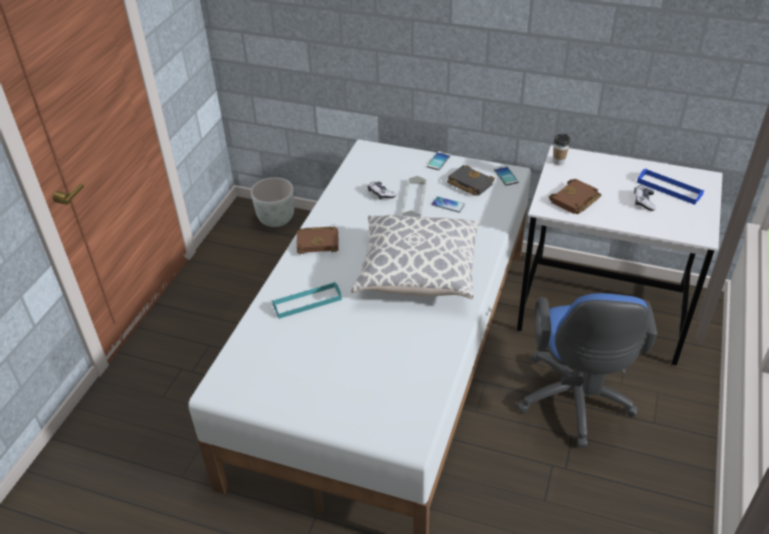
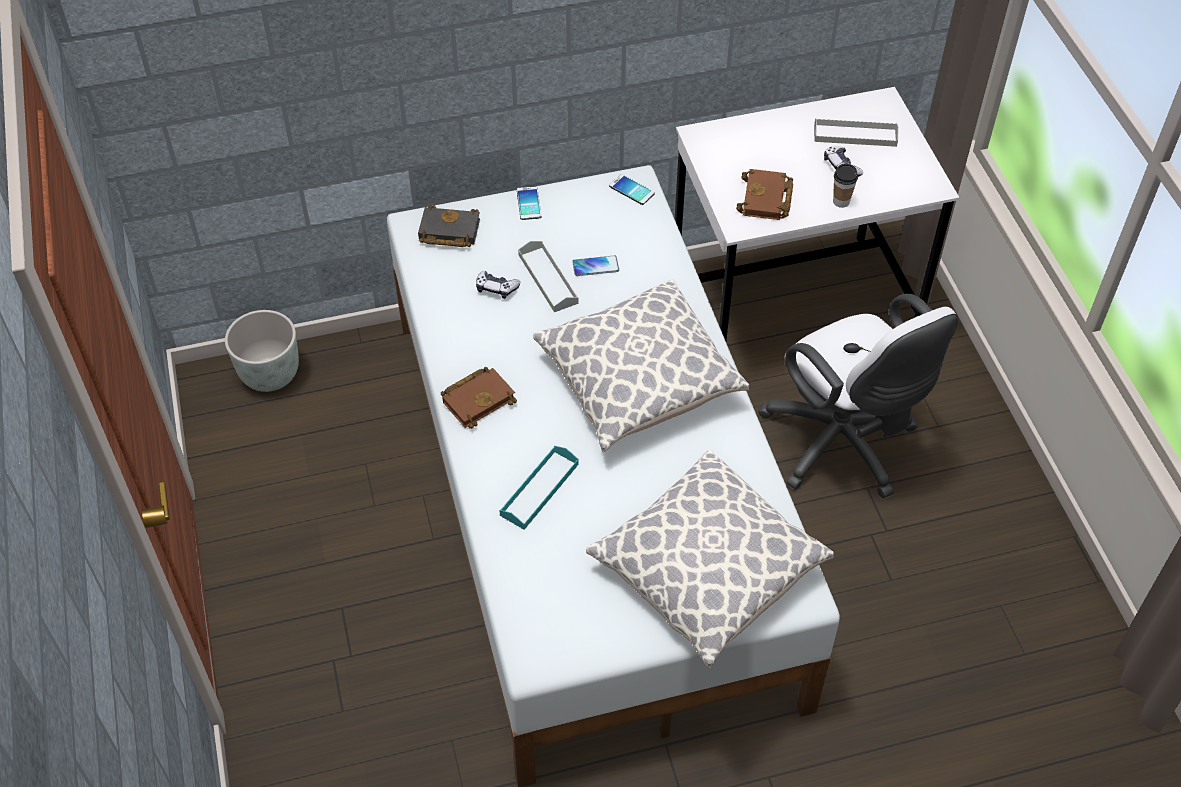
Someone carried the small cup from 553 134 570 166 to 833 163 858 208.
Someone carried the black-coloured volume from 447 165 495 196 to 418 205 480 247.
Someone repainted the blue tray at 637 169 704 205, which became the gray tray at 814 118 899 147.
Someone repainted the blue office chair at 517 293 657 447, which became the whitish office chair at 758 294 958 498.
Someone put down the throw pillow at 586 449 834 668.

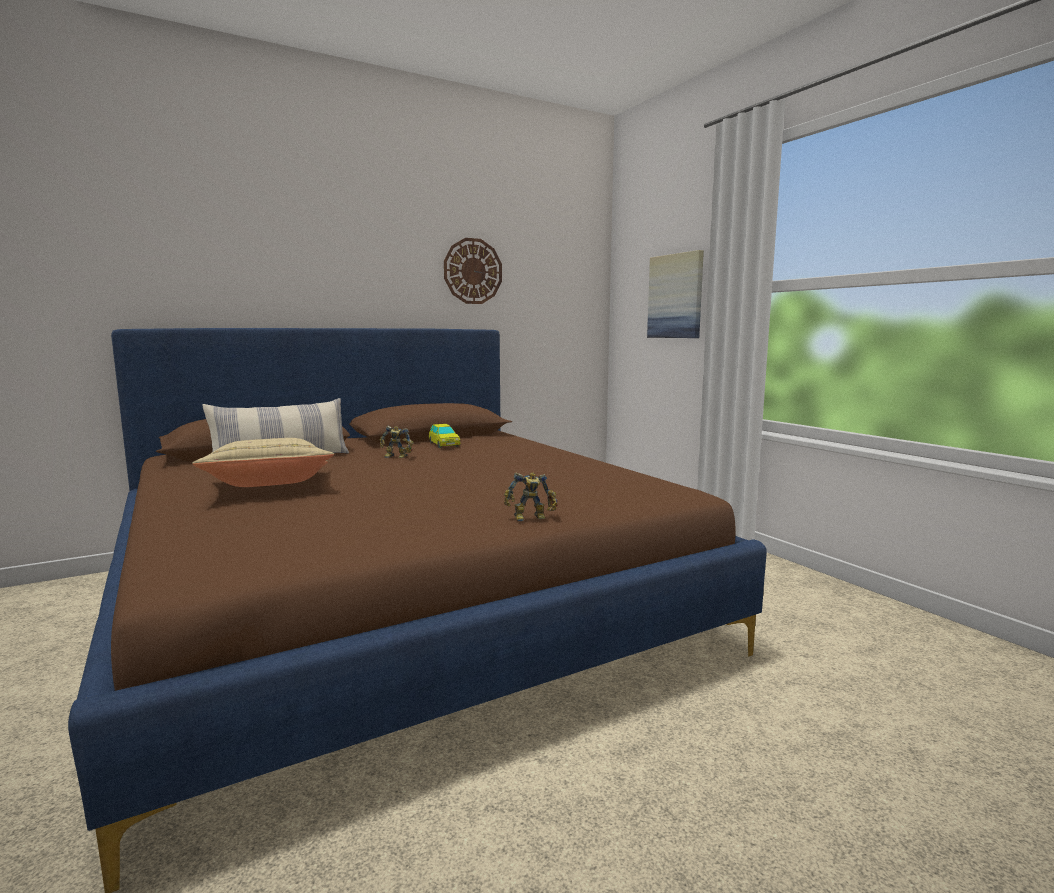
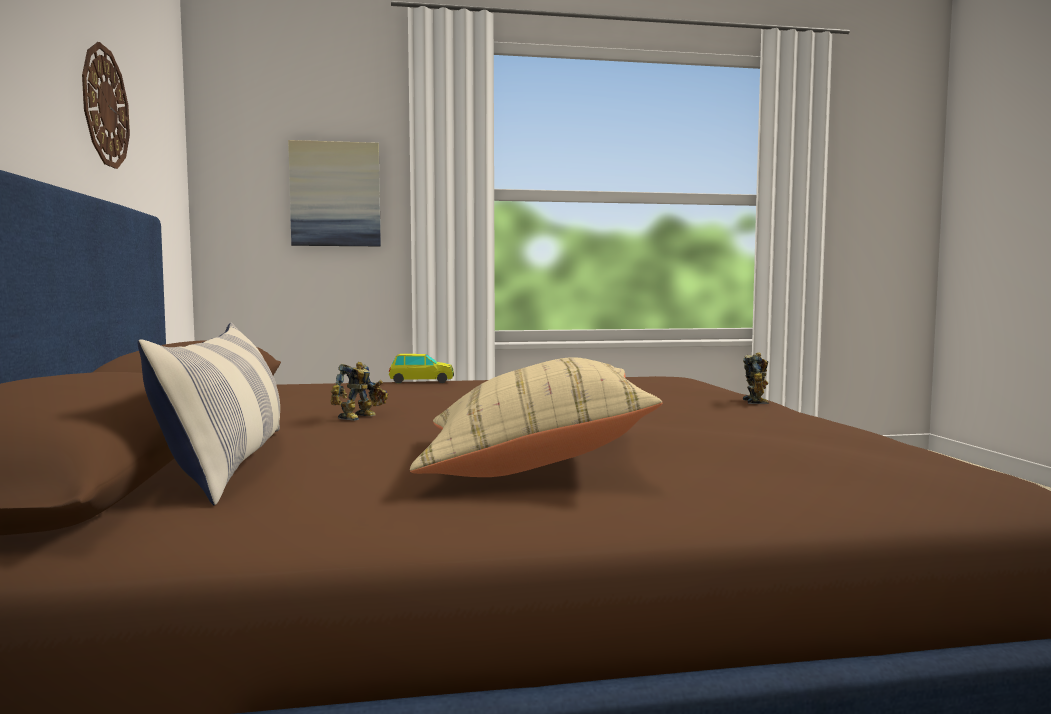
Someone carried the model car from 429 424 460 448 to 389 354 454 384.

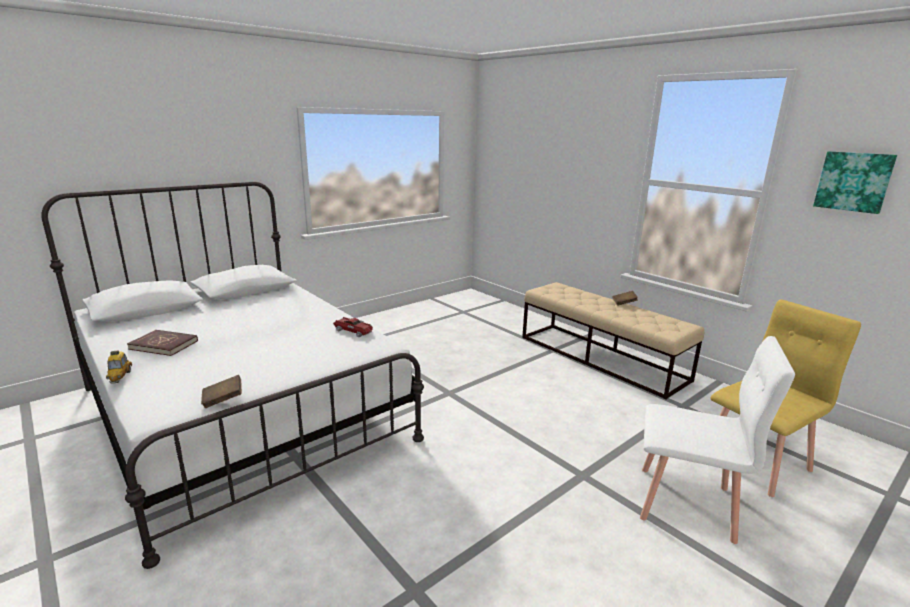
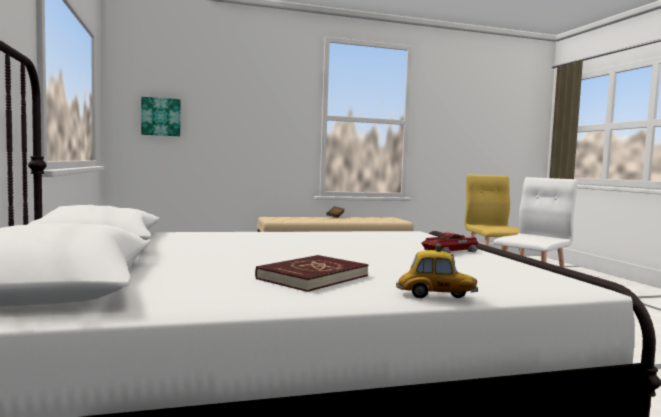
Someone carried the wall art from 813 151 897 214 to 141 97 181 136.
Someone carried the model car from 333 317 373 337 to 421 232 479 253.
Someone took away the brown volume at 201 375 242 408.

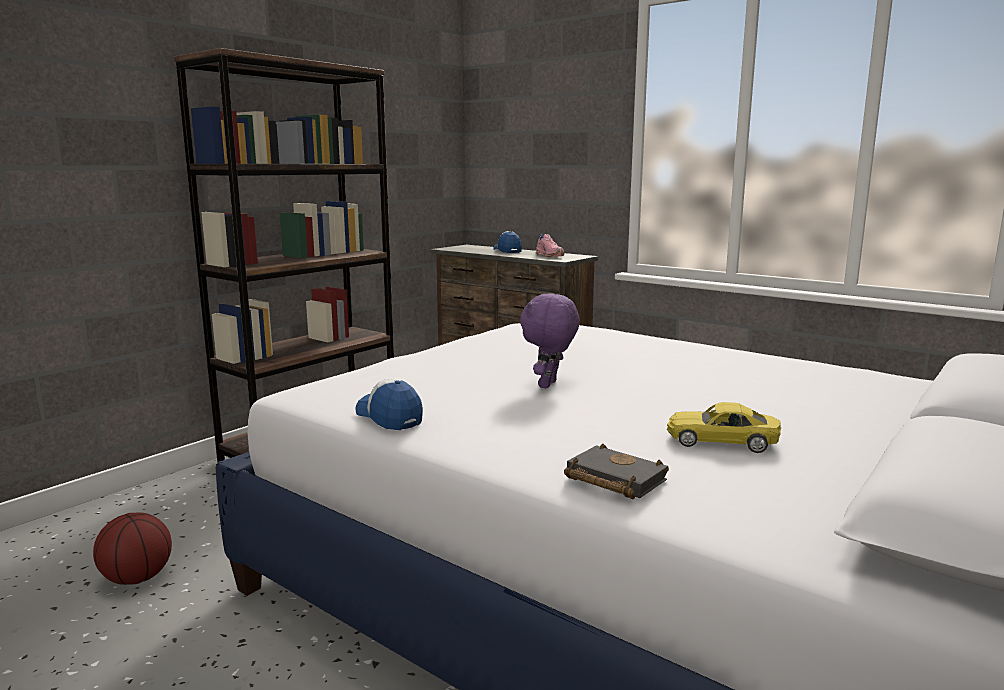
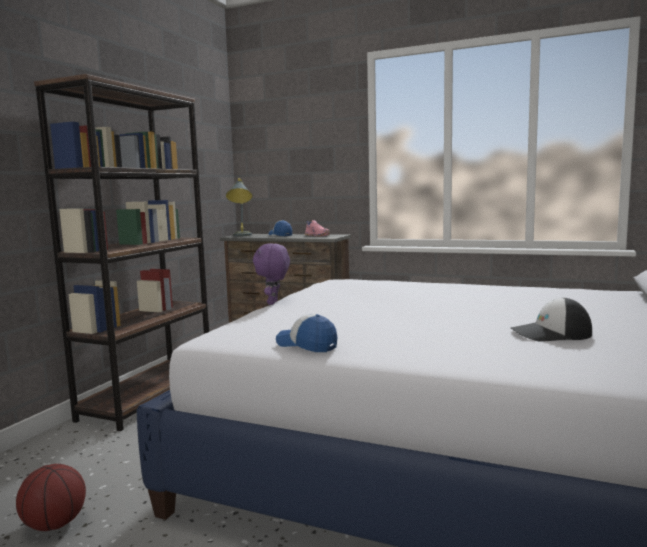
Someone carried the purple soft toy from 520 294 580 388 to 253 243 290 305.
Someone swapped the yellow-coloured model car at 667 402 781 453 for the baseball cap at 511 297 592 342.
Someone took away the black-coloured volume at 564 444 669 499.
Someone put down the gray tabletop lamp at 226 178 252 236.

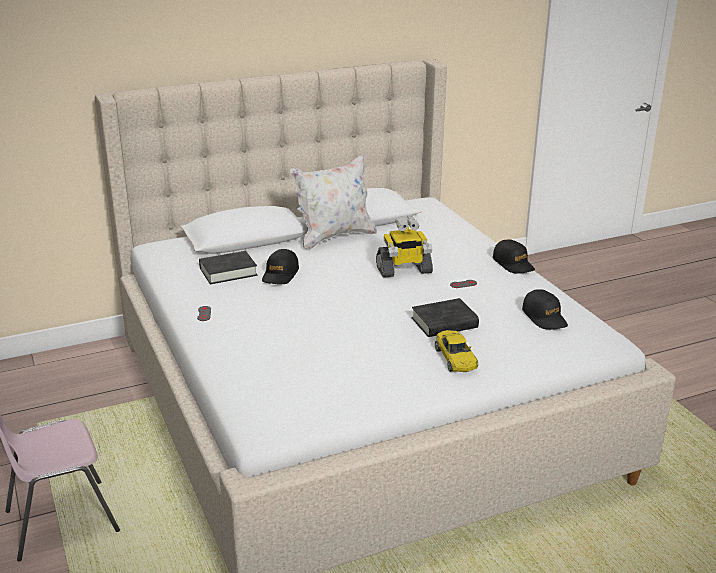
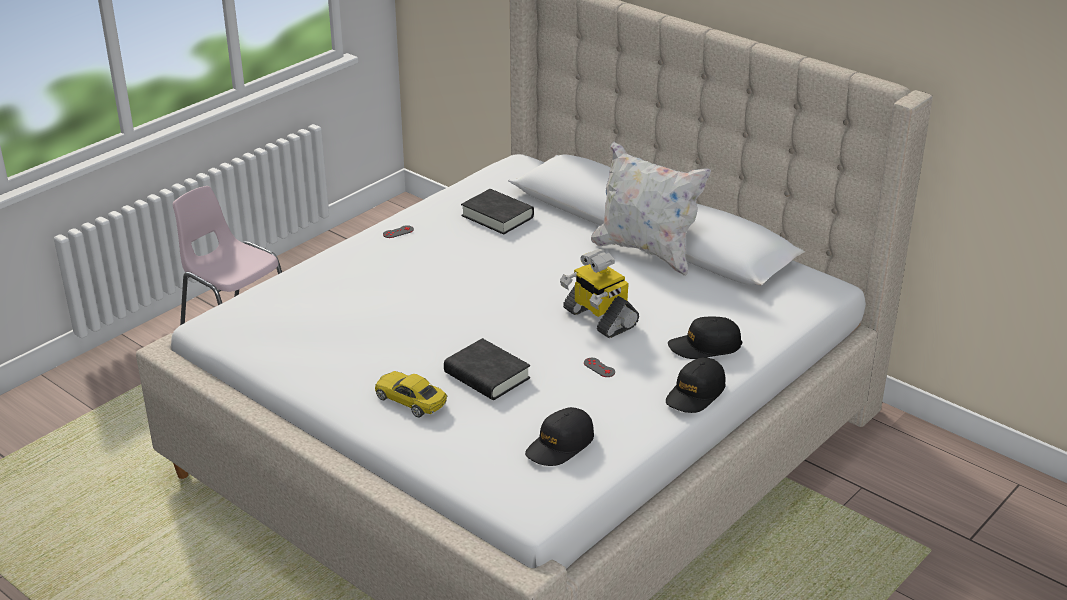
Someone carried the black-coloured baseball cap from 262 249 299 285 to 668 316 742 359.
Someone rotated the yellow-coloured model car at 435 330 478 372 by 75 degrees clockwise.

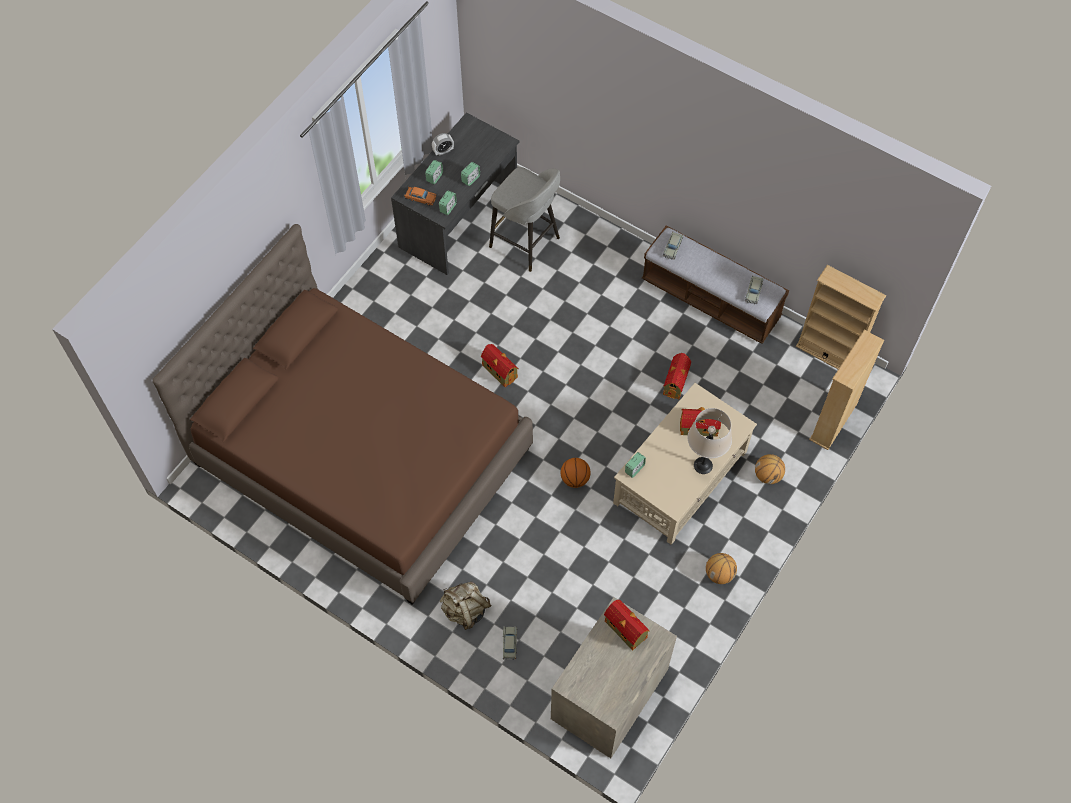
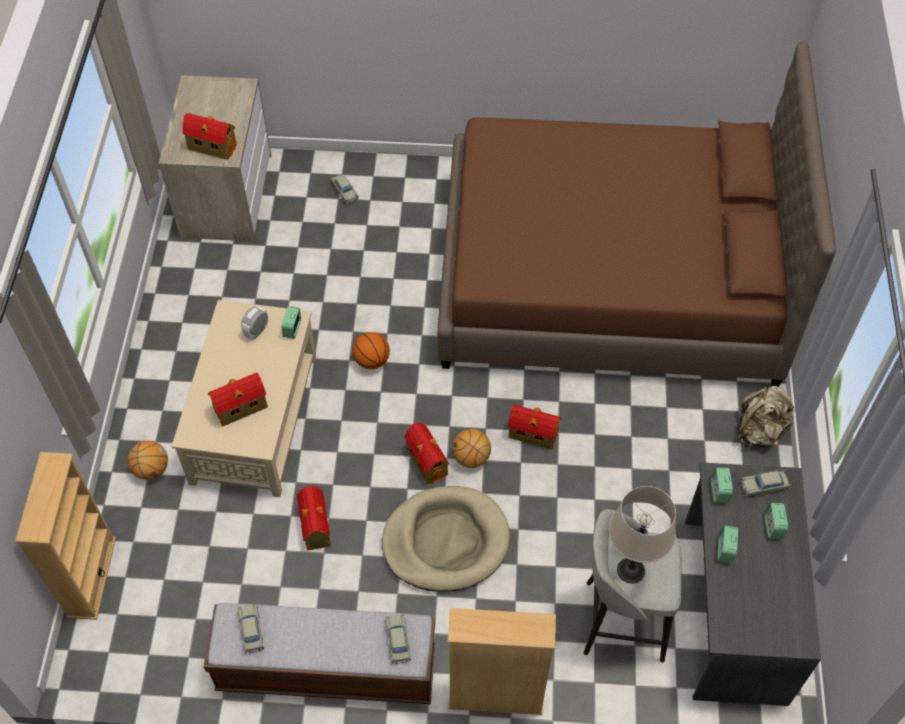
Someone carried the bedside clock from 432 133 454 156 to 241 306 268 340.
Someone repainted the orange model car at 404 187 436 206, which became the beige model car at 741 470 791 497.
Someone carried the beige bookcase from 796 265 887 369 to 448 608 556 715.
Someone carried the beige tabletop lamp from 688 408 732 474 to 609 486 676 584.
Someone carried the ball for basketball from 706 553 737 584 to 452 429 491 468.
Someone carried the beige rucksack from 440 582 492 630 to 737 386 796 447.
Someone put down the model house at 404 422 449 484.
Someone put down the beige pet bed at 382 486 510 592.

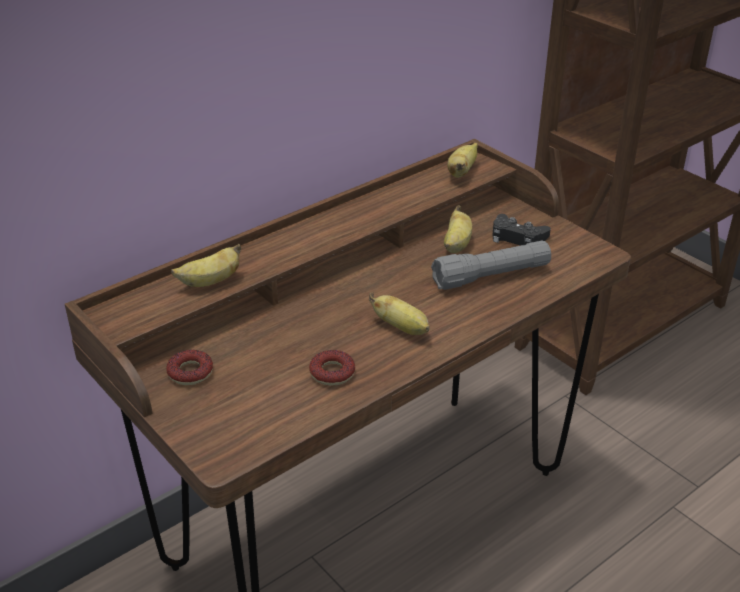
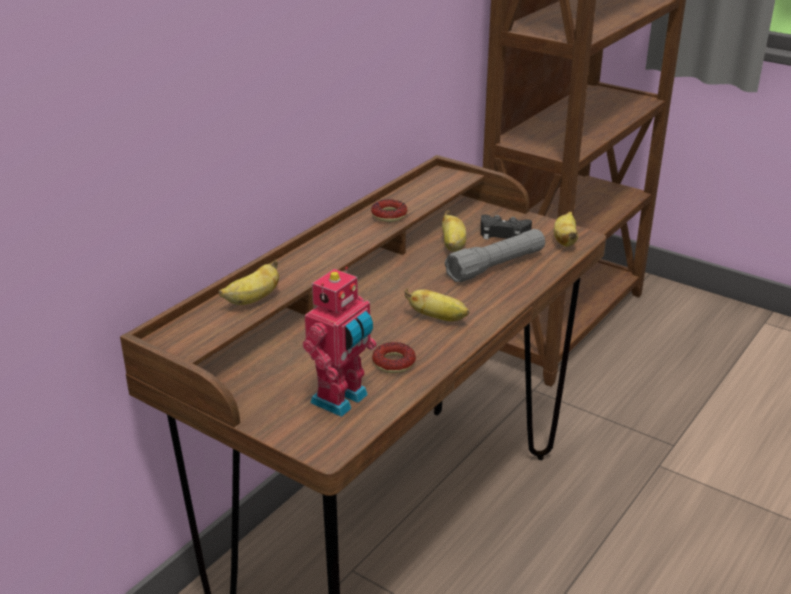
Someone carried the banana fruit from 447 143 478 178 to 554 212 578 247.
Someone carried the ring doughnut from 166 350 213 385 to 371 199 408 222.
Someone put down the model robot at 303 267 377 417.

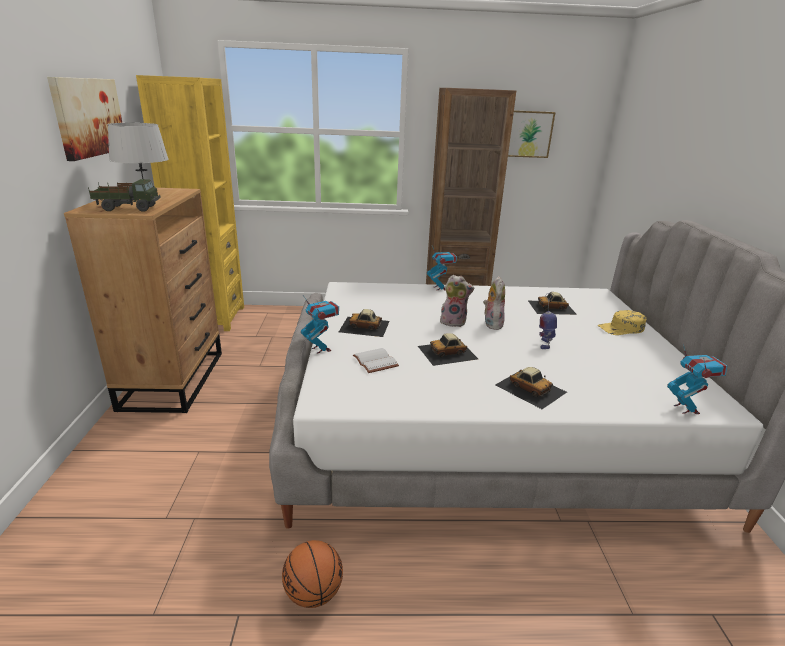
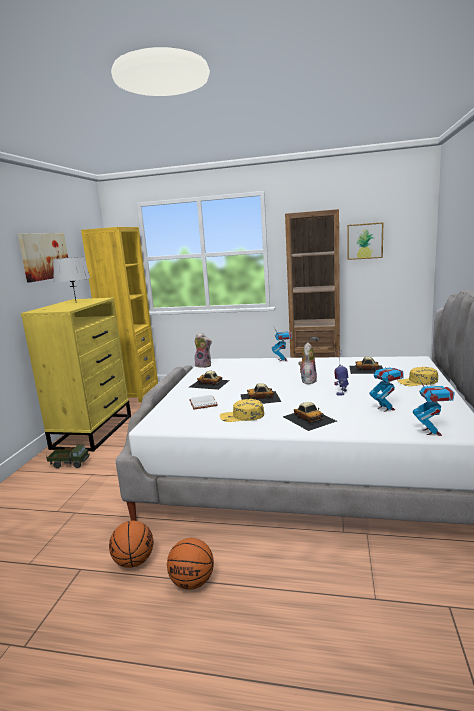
Someone carried the toy truck from 88 179 160 212 to 46 445 90 468.
Someone repainted the brown drawer chest at 64 188 222 413, which became the yellow-coloured drawer chest at 21 297 131 452.
Someone carried the soft toy from 440 275 474 327 to 194 333 212 368.
Someone carried the model robot from 301 295 339 353 to 370 362 404 412.
Someone put down the yellow-coloured baseball cap at 220 399 264 422.
Someone put down the ball for basketball at 167 538 214 590.

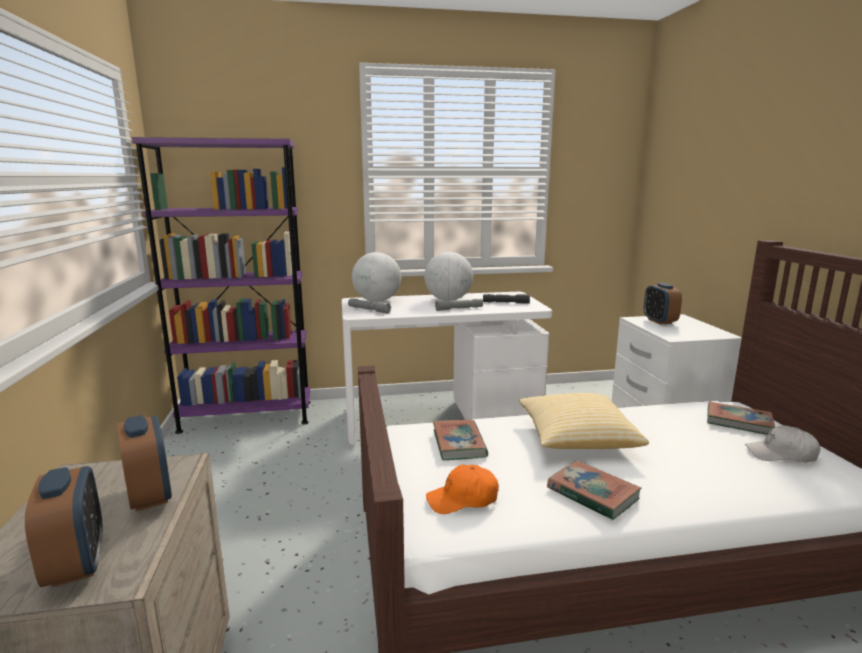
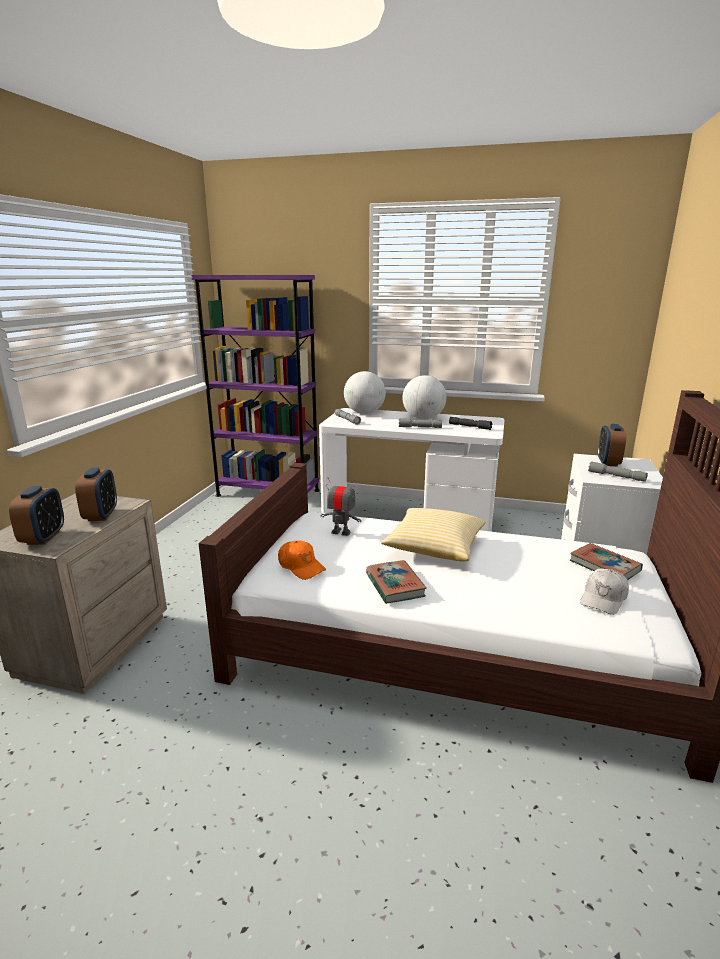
Someone swapped the volume at 433 420 488 460 for the model robot at 321 478 361 536.
Someone rotated the whitish baseball cap at 745 425 820 462 by 90 degrees counterclockwise.
Someone rotated the orange baseball cap at 426 465 499 514 by 150 degrees counterclockwise.
Someone put down the gray flashlight at 588 461 648 482.

